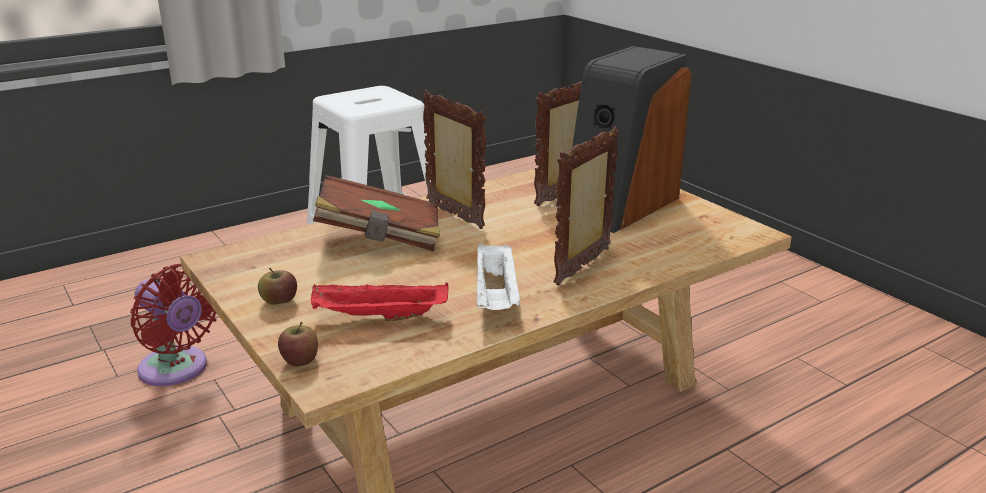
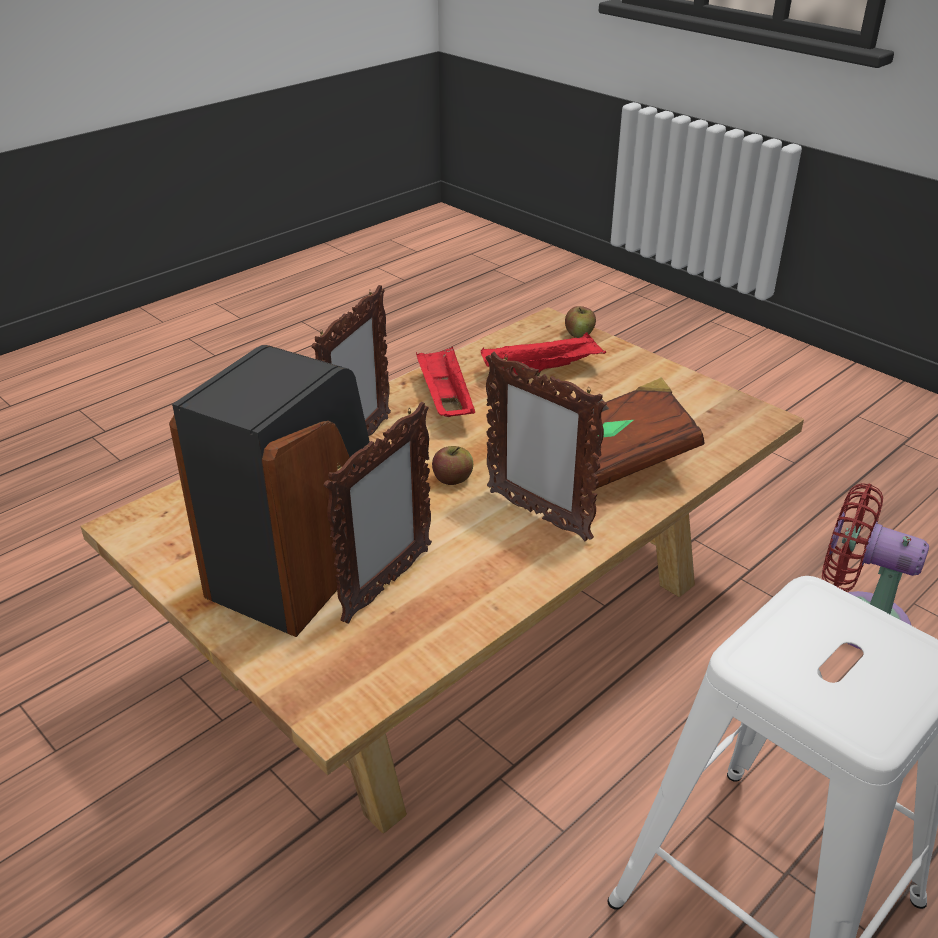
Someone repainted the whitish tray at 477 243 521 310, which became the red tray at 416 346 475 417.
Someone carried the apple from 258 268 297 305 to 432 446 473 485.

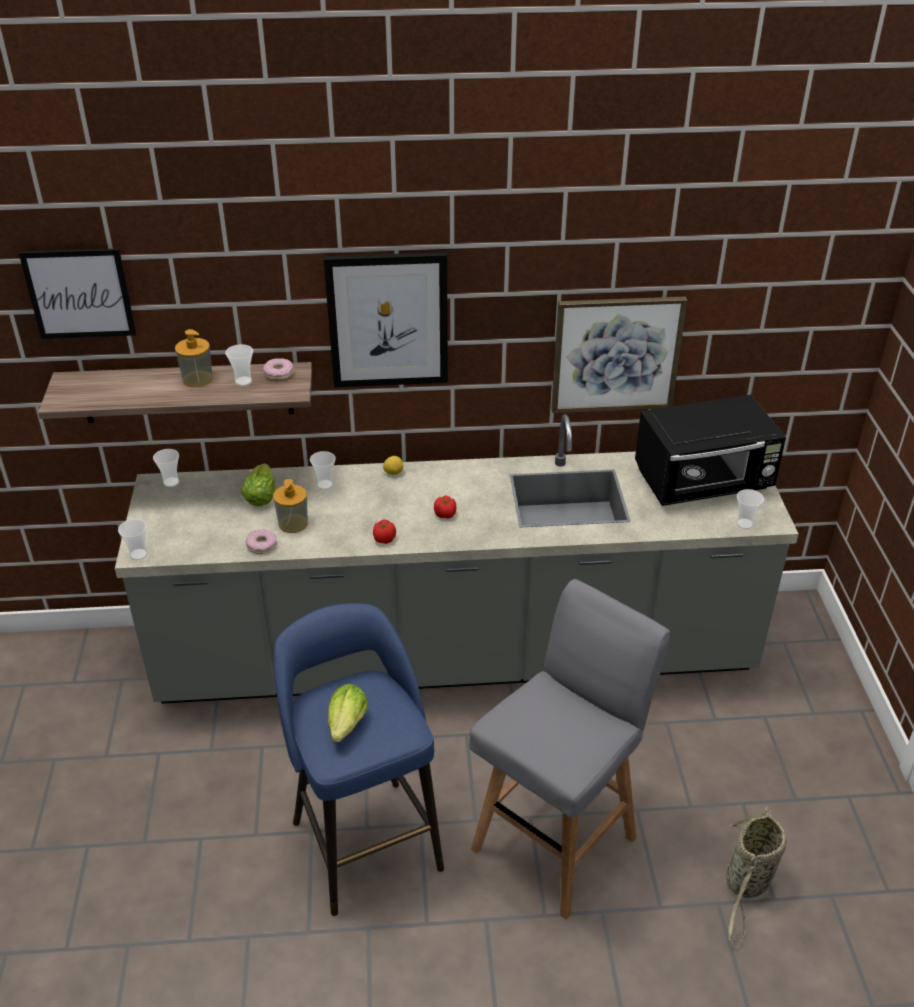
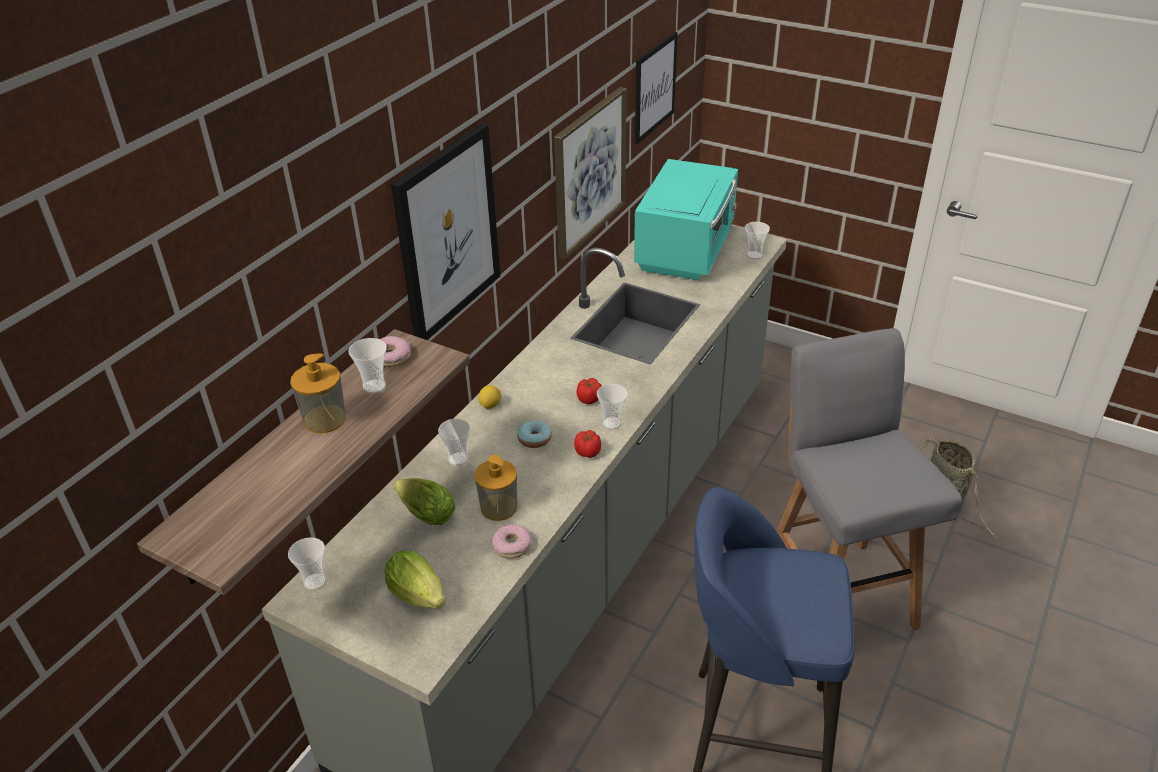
Someone carried the wall art from 19 249 136 339 to 635 32 678 144.
Someone repainted the black-coloured microwave oven at 635 395 786 506, which became the blue-green microwave oven at 634 159 738 280.
Someone carried the small cup from 118 519 147 560 to 597 384 628 430.
Someone carried the head of lettuce from 328 684 369 742 to 384 550 446 608.
Someone put down the ring doughnut at 517 420 552 448.

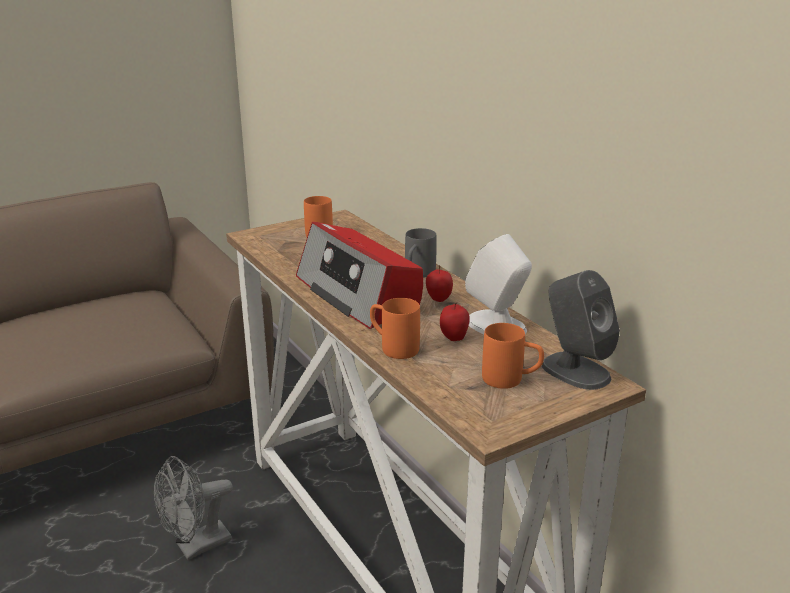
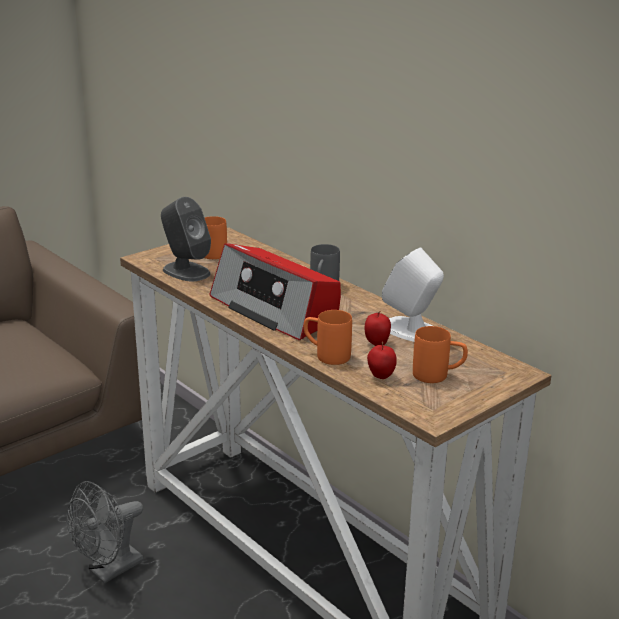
Someone carried the apple from 426 266 453 302 to 367 341 397 379.
Someone carried the gray speaker from 542 270 620 390 to 161 197 211 282.

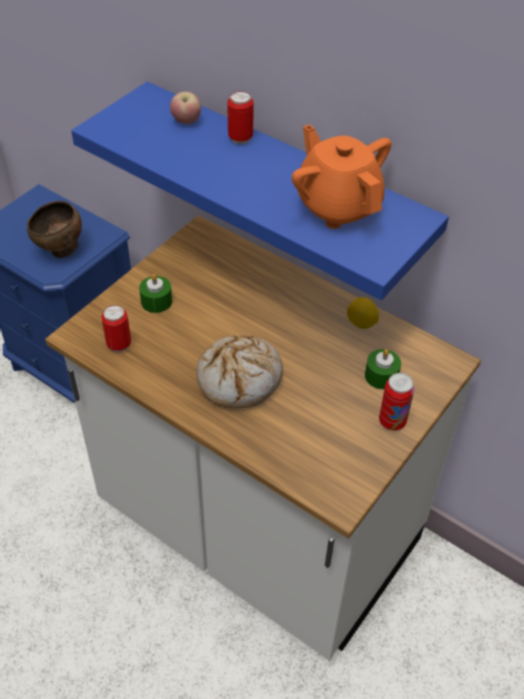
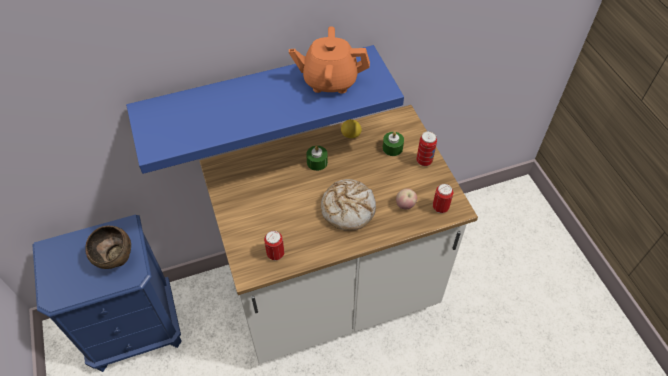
Someone carried the metal can from 227 91 254 144 to 433 184 453 213.
Someone carried the apple from 170 92 201 124 to 396 188 417 210.
Someone carried the green candle from 139 274 172 313 to 306 146 328 171.

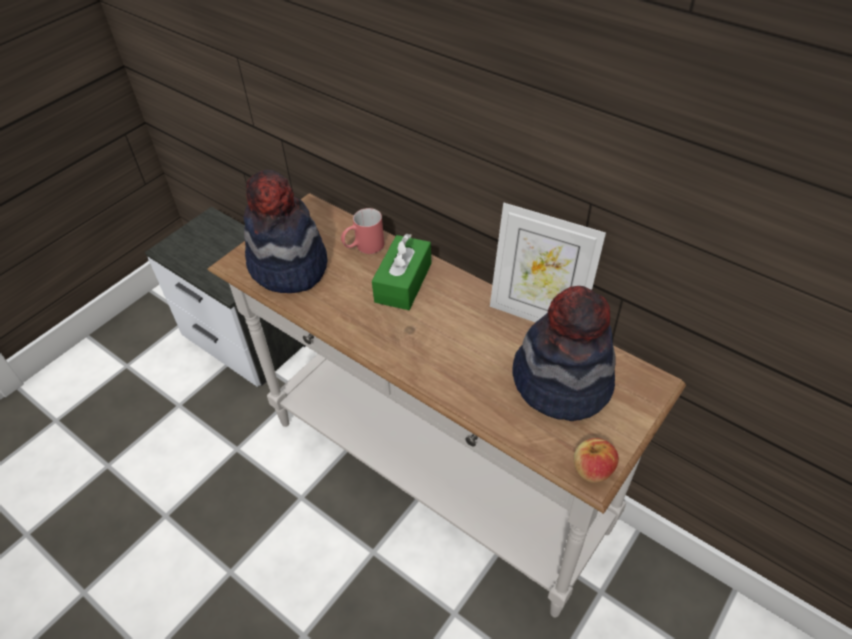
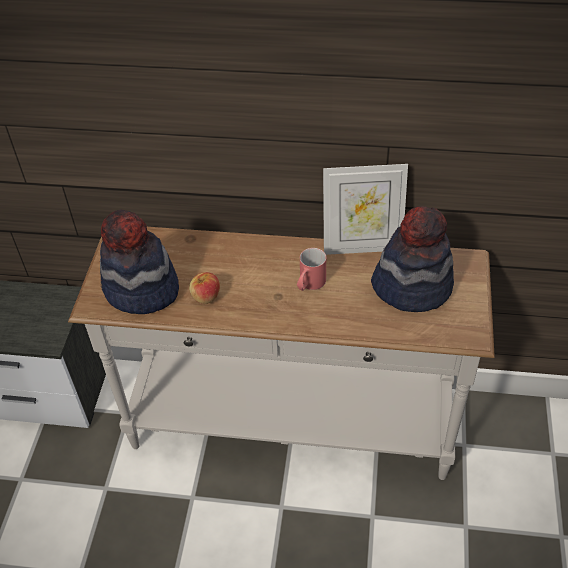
Someone carried the red coffee mug from 341 208 384 254 to 297 248 326 291.
Someone took away the green tissue holder at 372 233 432 310.
Someone carried the apple from 574 438 619 483 to 189 272 220 304.

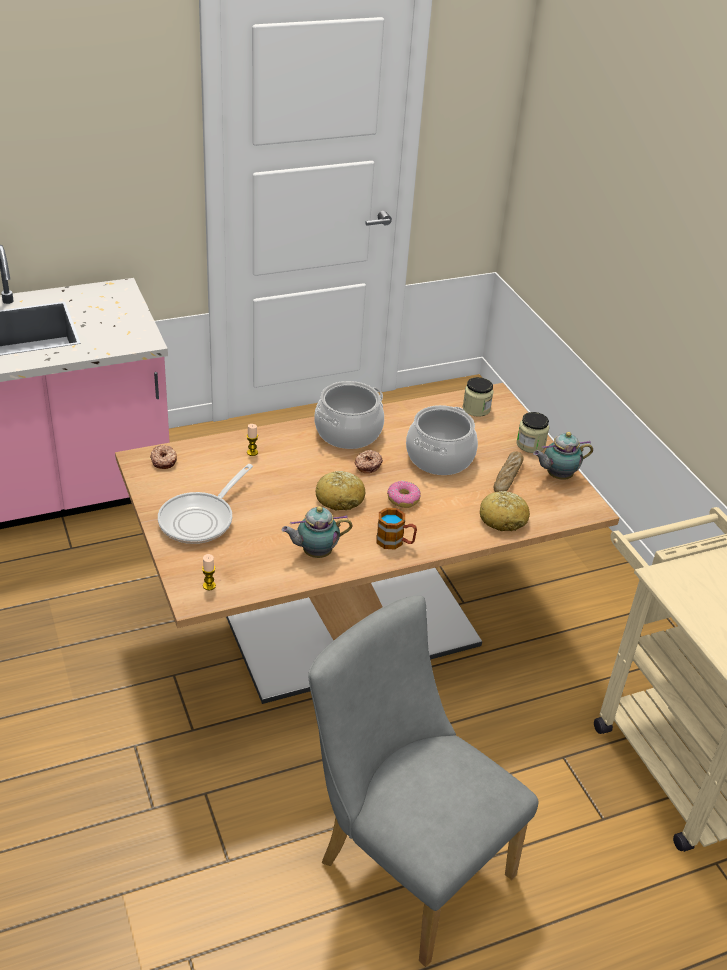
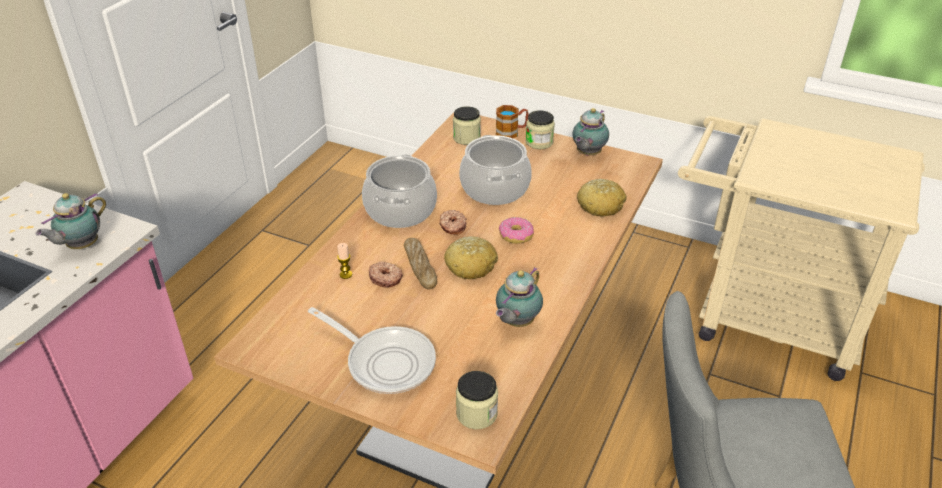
Someone carried the ring doughnut from 150 445 177 469 to 368 262 403 288.
Someone carried the bakery bread from 494 451 524 492 to 404 238 437 289.
Someone rotated the frying pan at 158 464 253 544 by 45 degrees counterclockwise.
Someone carried the coffee mug from 376 508 417 549 to 496 105 529 138.
Someone swapped the candle at 202 554 216 590 for the storage jar at 456 371 498 429.
Someone put down the teapot at 36 193 106 249.

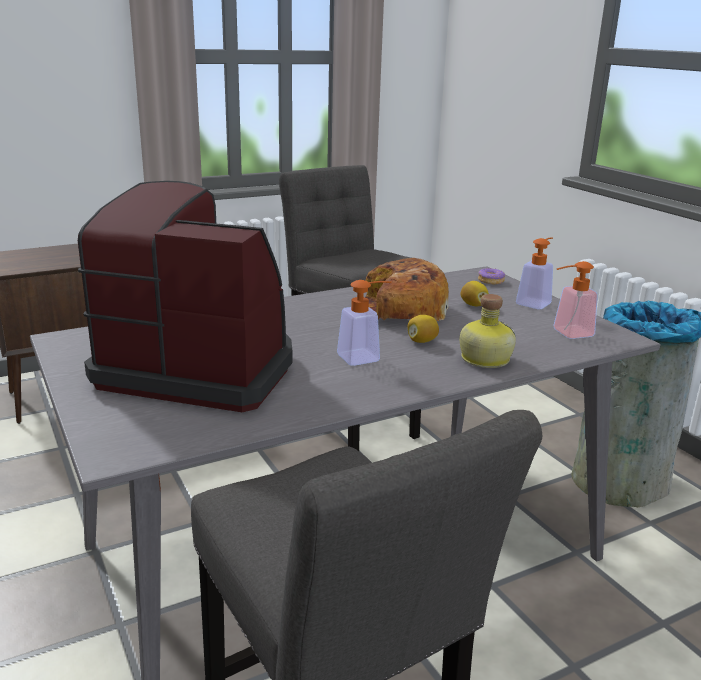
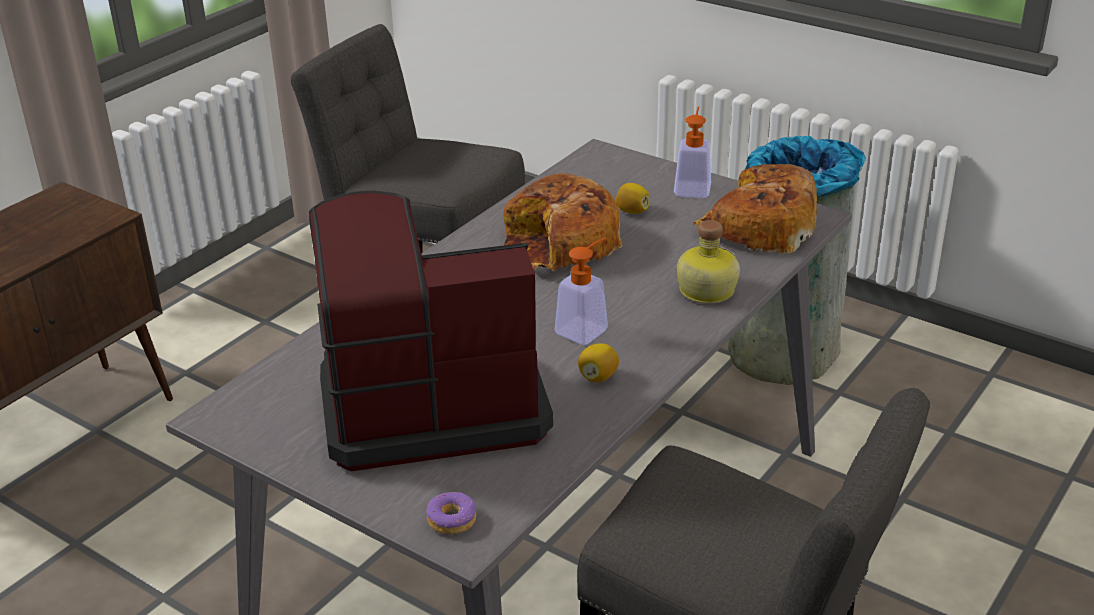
Someone swapped the soap bottle at 553 261 598 339 for the bakery bread at 693 164 817 254.
Someone carried the ring doughnut from 478 268 505 284 to 426 492 476 534.
Someone carried the citrus fruit from 408 315 439 343 to 578 343 619 383.

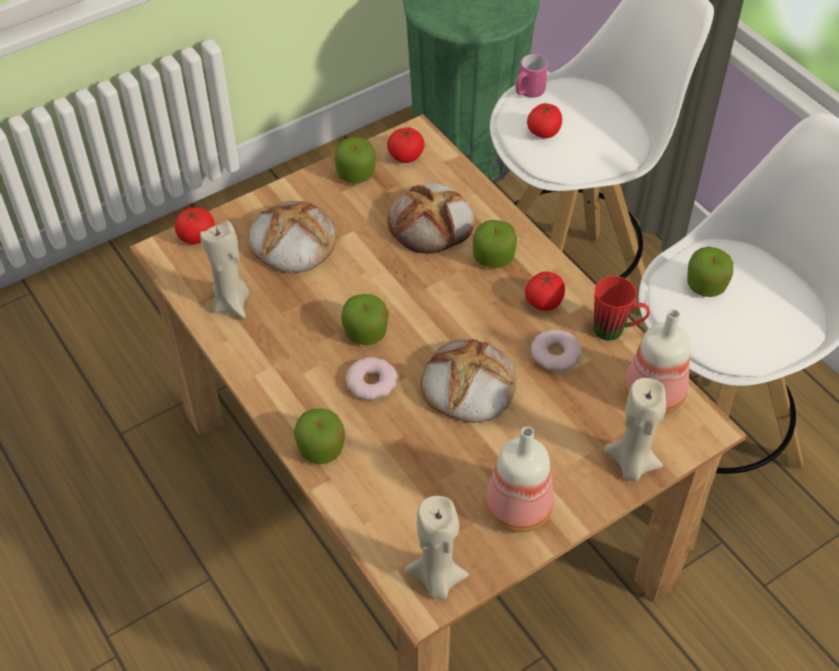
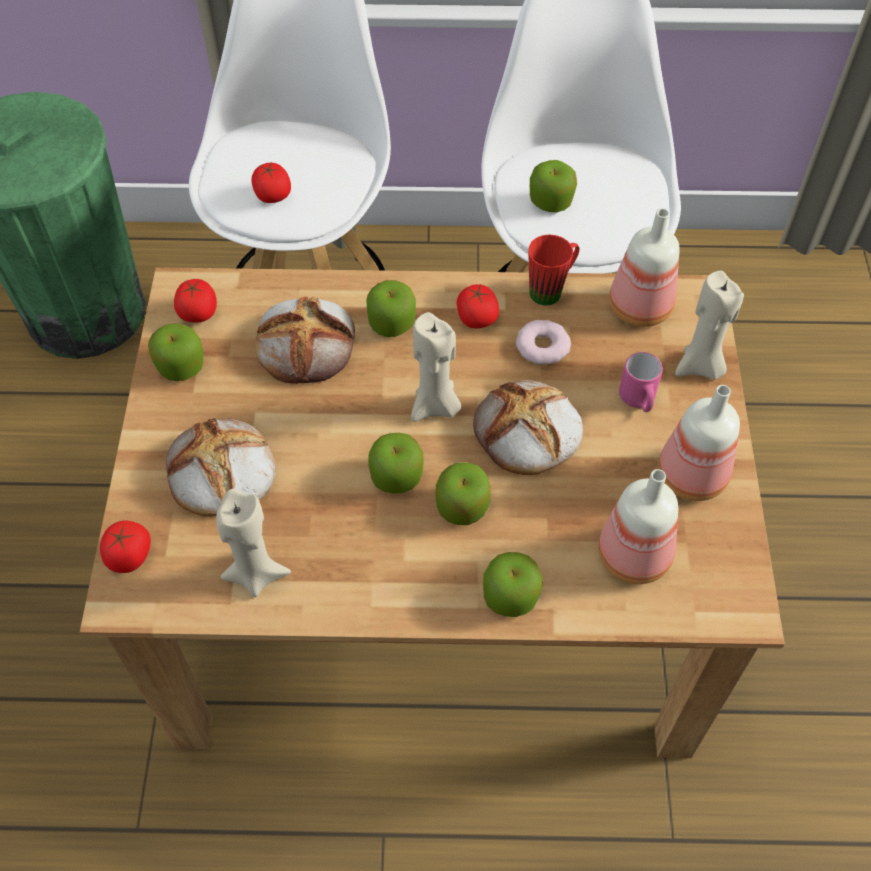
Someone carried the pink-coloured coffee mug from 515 54 548 98 to 619 352 663 412.
Someone swapped the ring doughnut at 346 357 397 400 for the apple at 436 462 491 525.
Someone carried the beige candle from 405 496 469 599 to 411 312 461 422.
Someone put down the beverage bottle at 598 469 678 584.

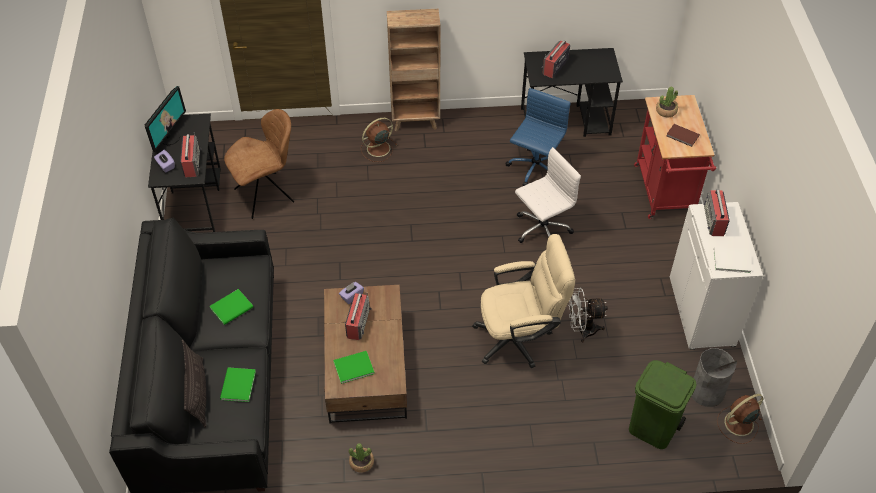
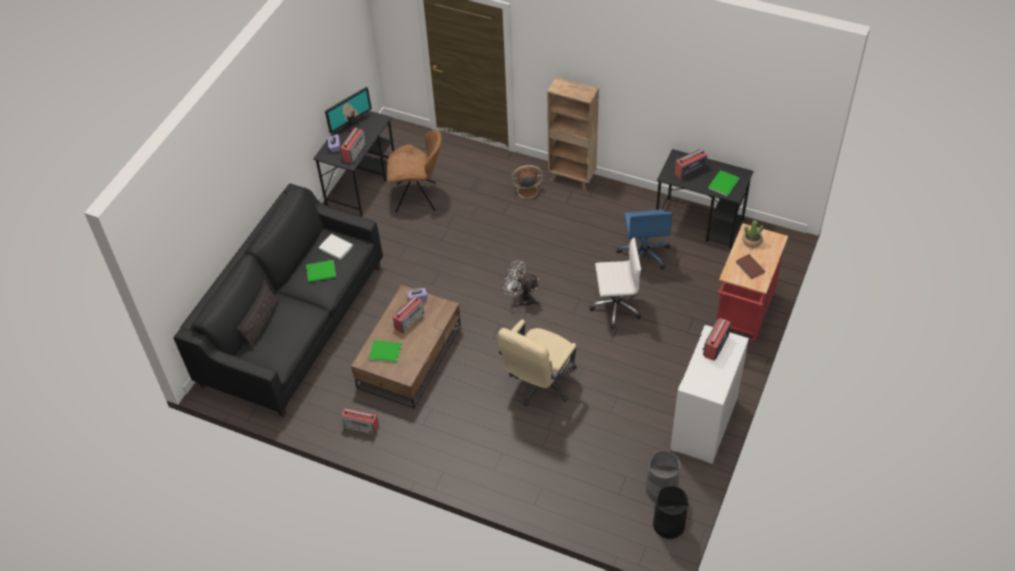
Someone rotated the blue office chair at 506 88 570 186 by 120 degrees clockwise.
Someone rotated the beige office chair at 472 234 575 368 by 105 degrees clockwise.
Someone carried the whitish volume from 714 247 752 273 to 318 234 353 260.
Someone carried the whitish electric fan from 568 288 608 342 to 503 260 539 308.
Someone took away the green rubbish bin at 629 360 697 449.
Someone carried the green volume from 220 367 256 402 to 708 170 739 196.
Someone swapped the brown electric fan at 717 394 764 444 for the black-coloured rubbish bin at 653 486 689 539.
Someone swapped the potted plant at 349 443 374 473 for the radio receiver at 341 407 379 435.

